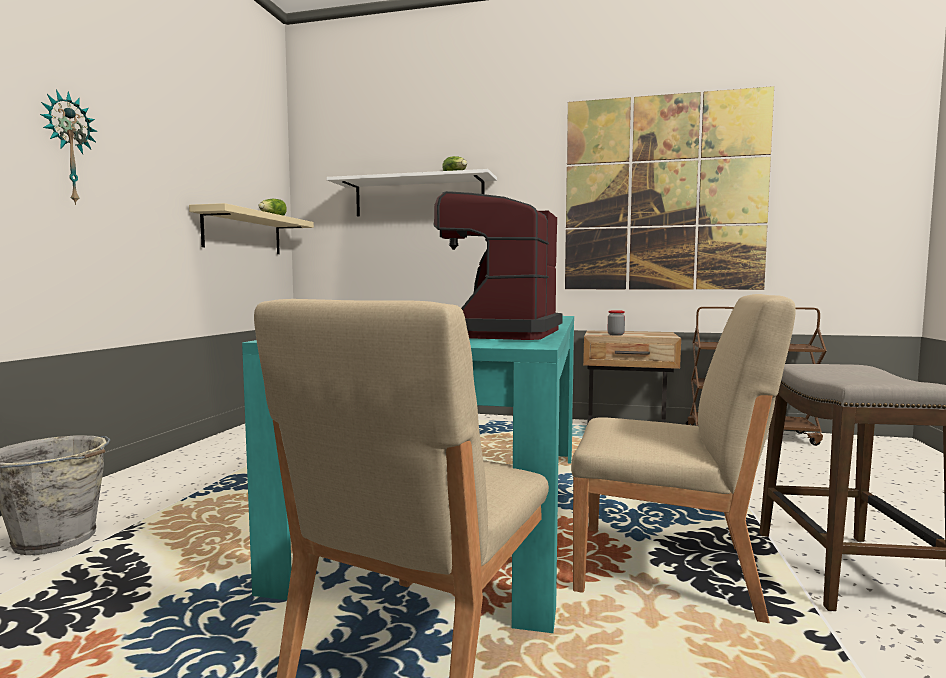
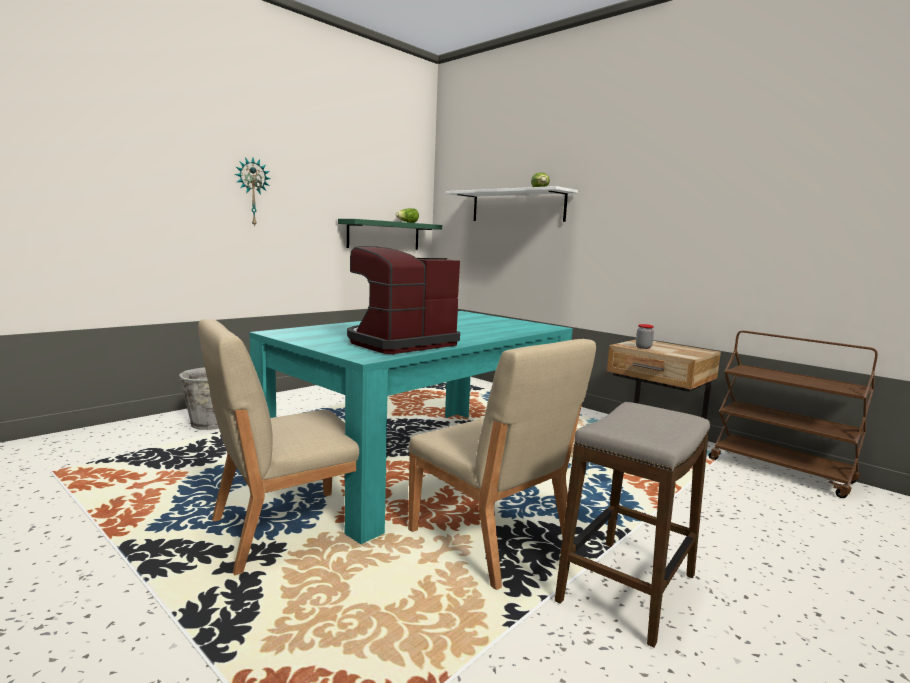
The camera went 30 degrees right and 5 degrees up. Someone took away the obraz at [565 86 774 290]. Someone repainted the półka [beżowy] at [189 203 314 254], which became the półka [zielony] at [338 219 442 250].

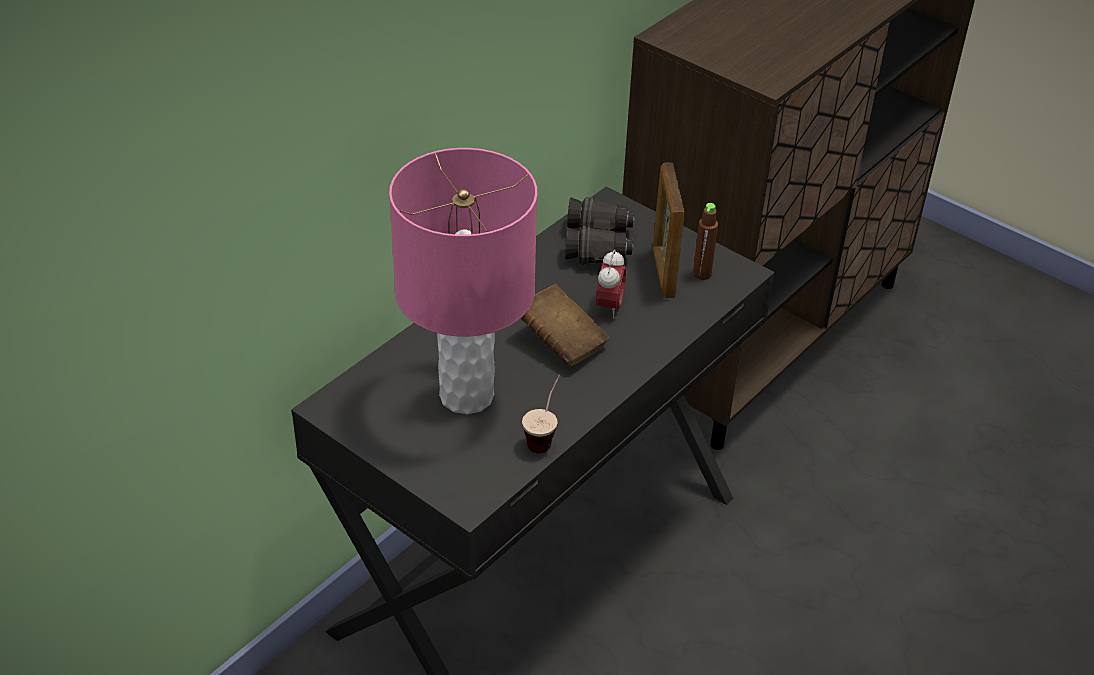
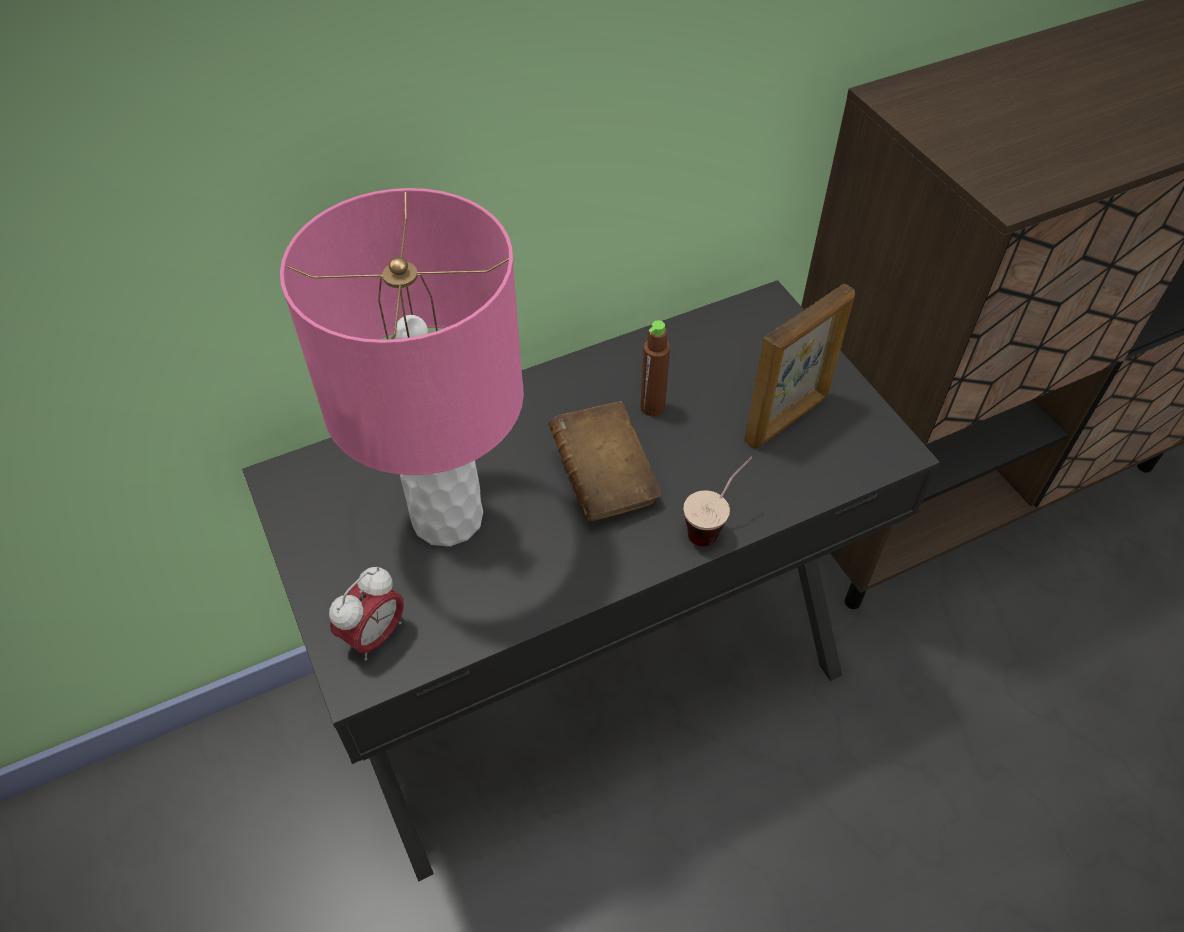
The camera went 25 degrees right and 10 degrees up. Someone rotated the ramka na zdjęcie at [652 163 685 298] by 150 degrees counterclockwise. Someone took away the lornetka [czarny] at [565 197 635 265]. Someone carried the butelka [brązowy] from [693 203 718 280] to [640 320 670 416]. Someone carried the budzik from [596 249 626 319] to [329 567 404 661]. Someone carried the filiżanka from [522 375 560 453] to [684 457 753 546].

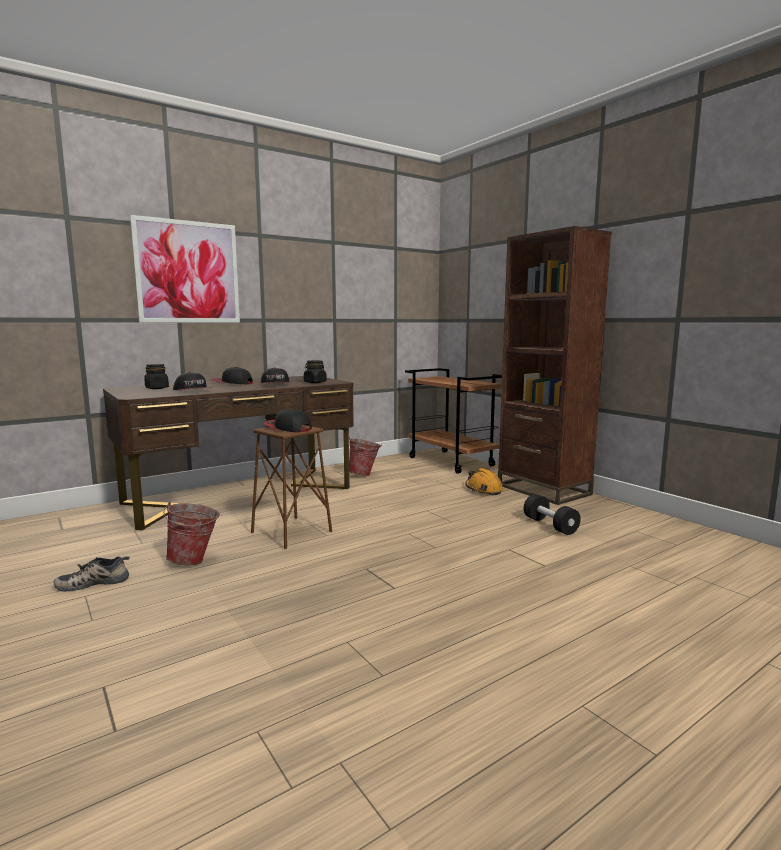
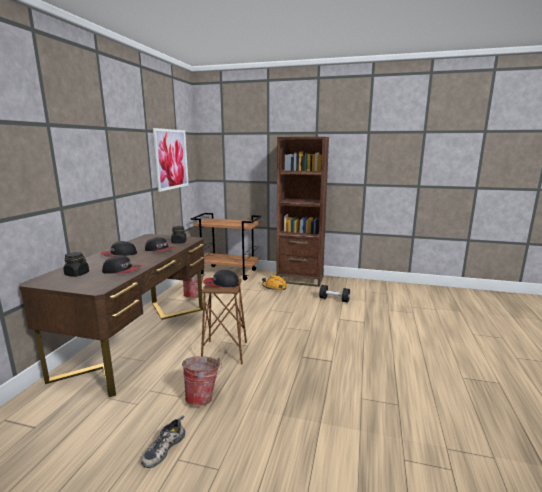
The camera went 40 degrees left and 5 degrees up. Someone carried the obraz from [130 215 240 323] to [153 128 189 192].

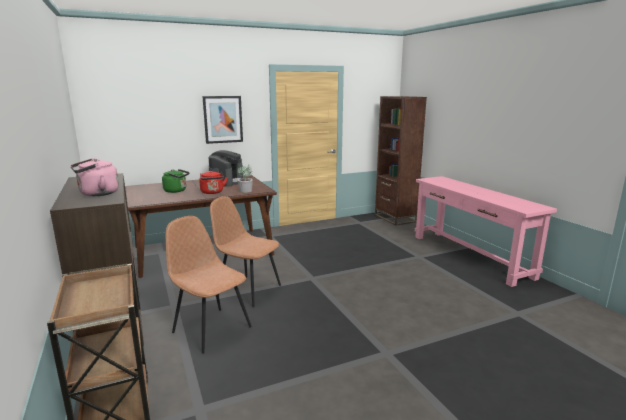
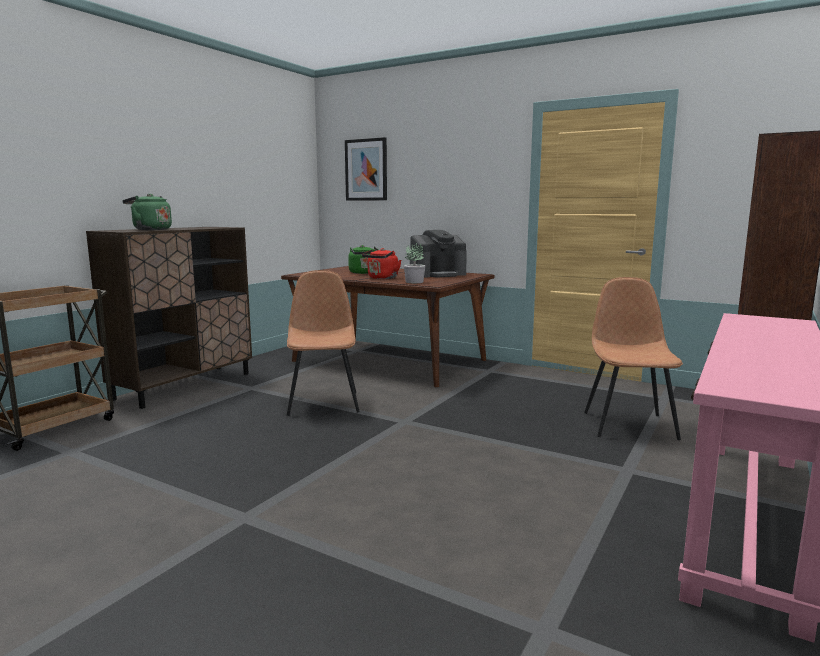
The camera went 55 degrees right and 5 degrees down. Someone carried the obraz from [202 96 243 144] to [345 137 387 201]. Someone repainted the czajnik [różowy] at [70 158 119 196], which became the czajnik [zielony] at [122 194 172 230]. Someone carried the krzesło [brązowy] from [166 216 252 354] to [584 277 683 440].

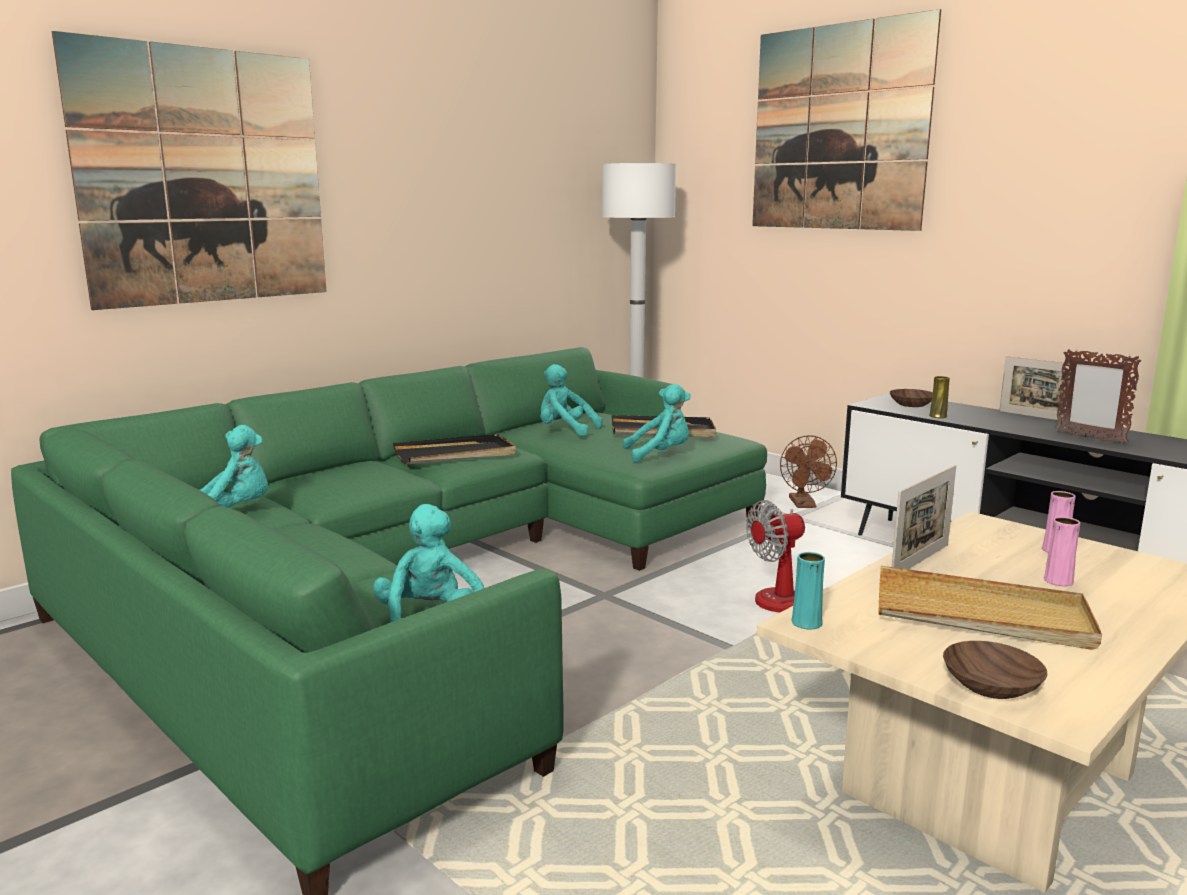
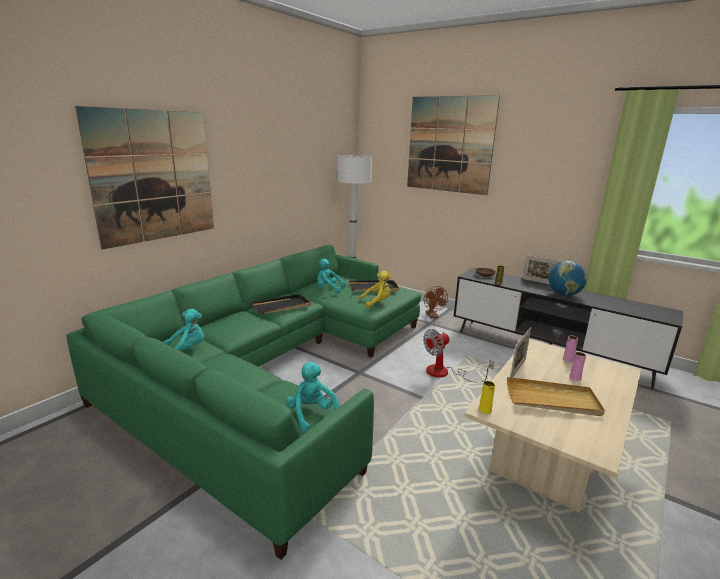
The camera went 10 degrees left and 5 degrees up. Someone swapped the ramka na zdjęcie at [1055 349 1141 444] for the globus at [548 261 587 296]. Someone repainted the pluszak [turkusowy] at [623 384 691 463], which became the pluszak [żółty] at [359 271 392 308]. Someone repainted the wazon [turkusowy] at [791 552 825 629], which became the wazon [żółty] at [479 381 495 414]. Someone took away the miska [brązowy] at [943 641 1048 699].

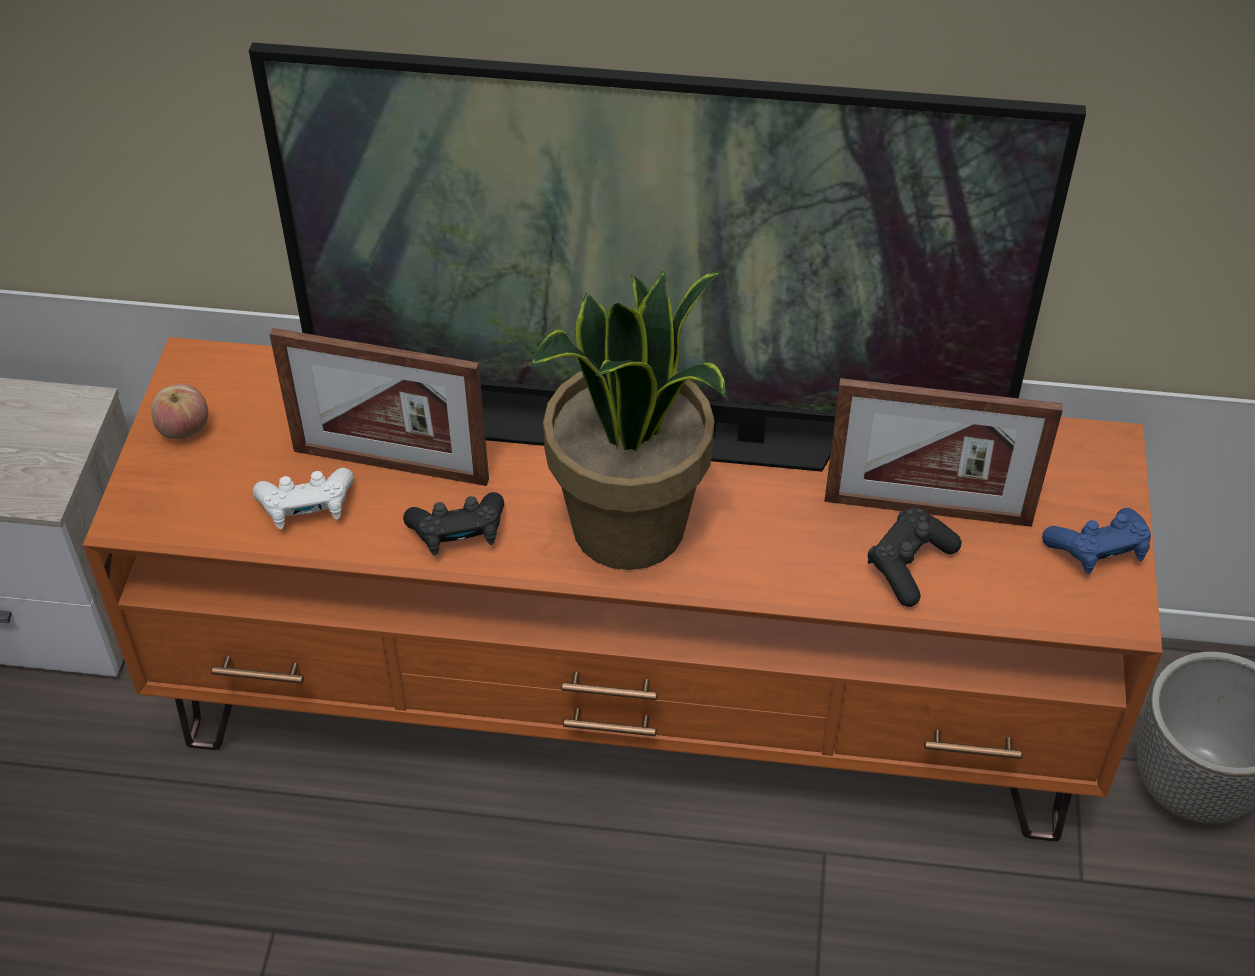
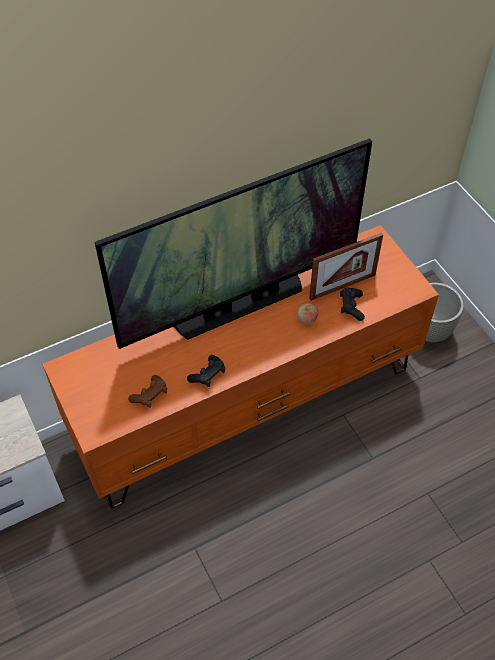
The camera went 35 degrees left and 5 degrees up. Someone took away the roślina doniczkowa at [529 269 726 570]. Someone took away the ramka na zdjęcie at [269 328 489 486]. Someone carried the jabłko from [151 384 208 439] to [297 303 319 325]. Someone repainted the pad do gier [biały] at [253 468 354 529], which became the pad do gier [brązowy] at [128 375 167 408]. Someone took away the pad do gier [niebieski] at [1042 508 1151 574].

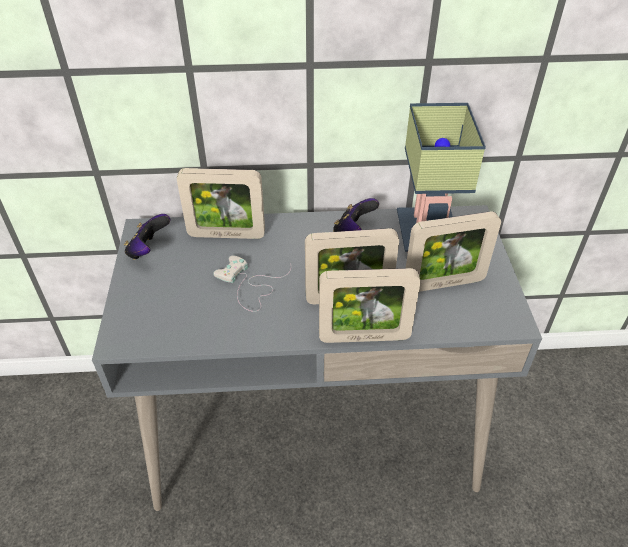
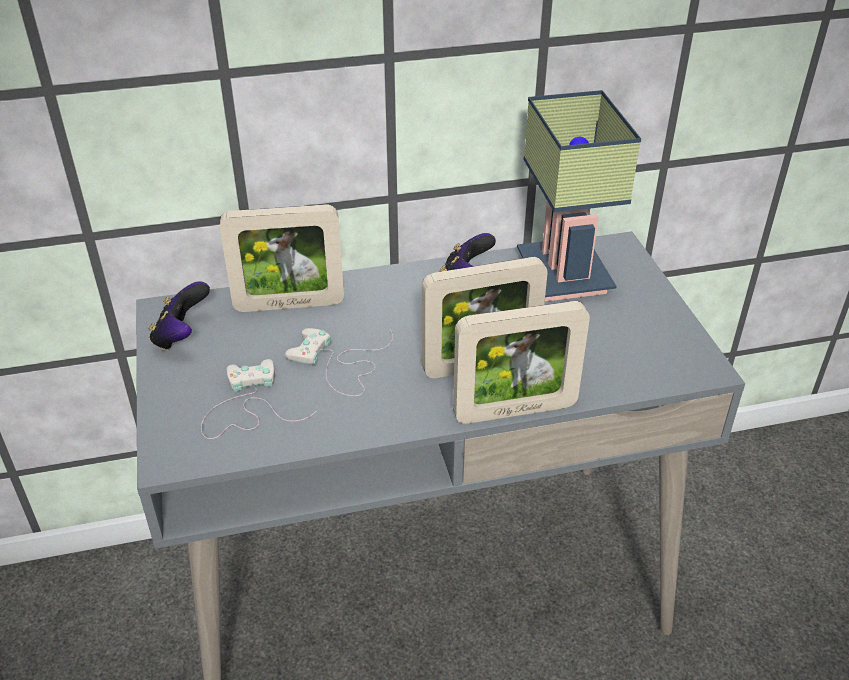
The camera went 10 degrees left and 5 degrees down. Someone took away the ramka na zdjęcie at [406 211 501 292]. Someone put down the pad do gier [biały] at [201 359 317 439].

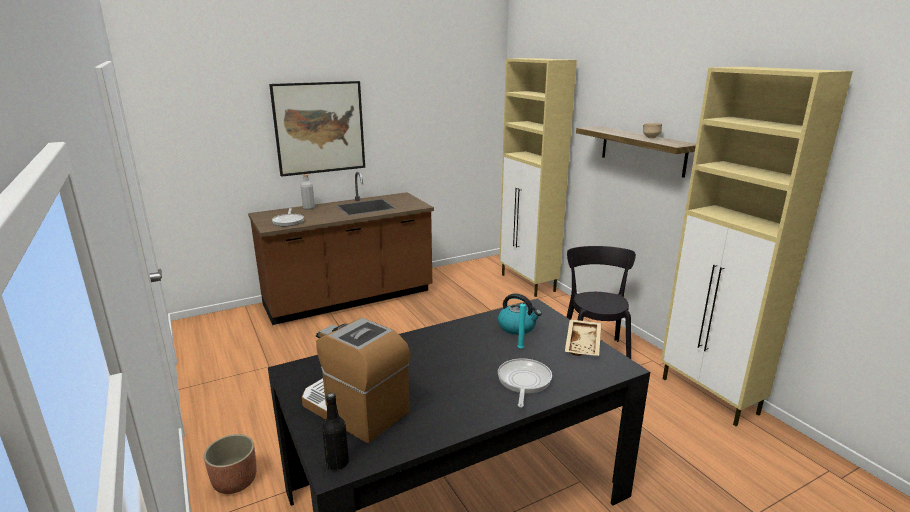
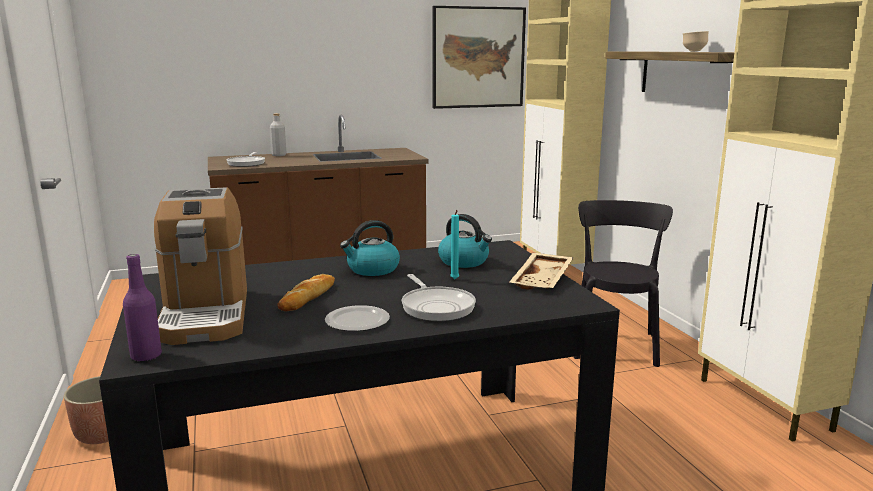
The camera went 10 degrees right and 5 degrees down. Someone carried the obraz from [269 81 365 177] to [432 6 526 109]. Someone rotated the ekspres do kawy at [302 318 410 443] by 150 degrees counterclockwise. Someone rotated the patelnia at [498 358 552 408] by 135 degrees clockwise. Someone repainted the butelka [czarny] at [322 393 349 470], which became the butelka [fioletowy] at [123 254 162 362]. Someone put down the czajnik at [340 220 400 276]. Someone put down the chleb at [277 274 335 311]. Someone put down the talerz at [325 305 390 331].

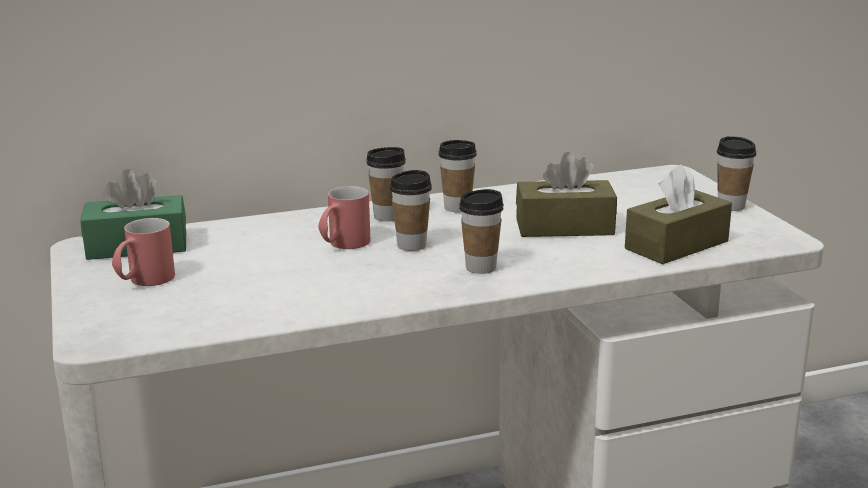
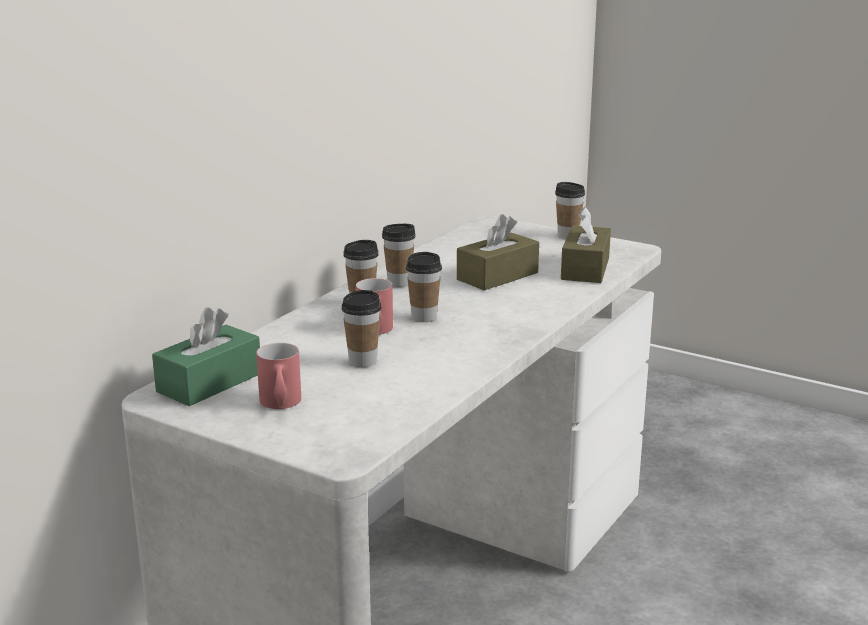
The camera went 40 degrees left and 0 degrees up. Someone carried the filiżanka from [459 189 504 274] to [341 290 381 367].

